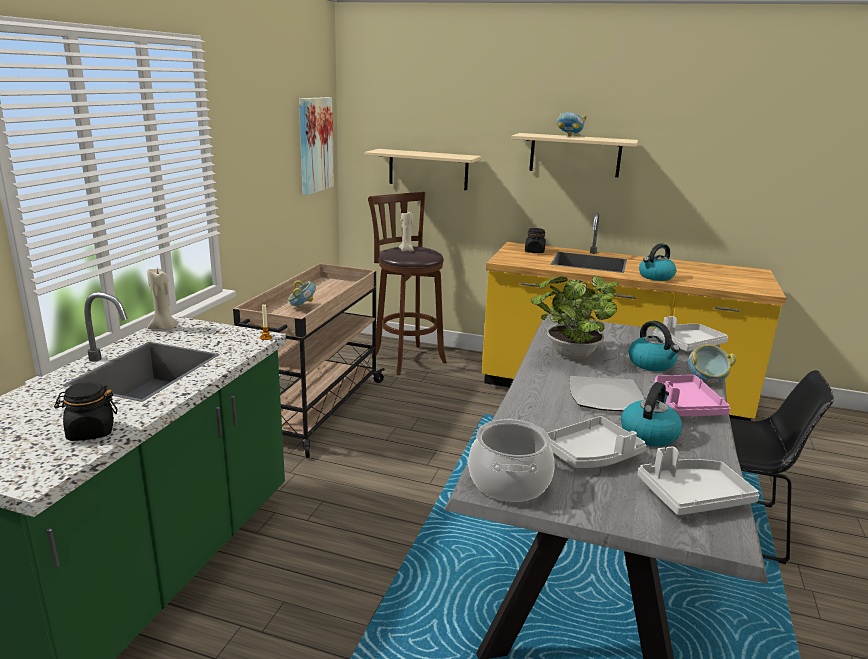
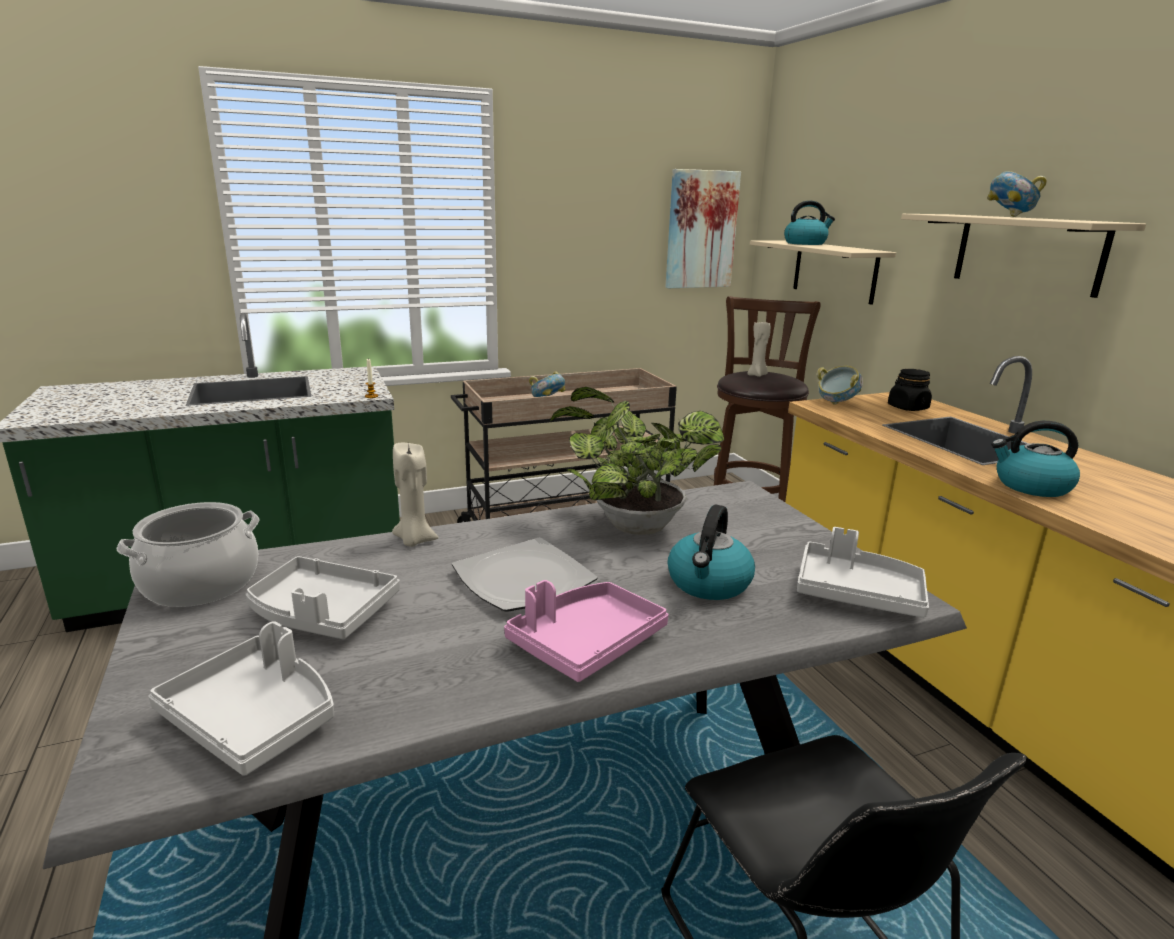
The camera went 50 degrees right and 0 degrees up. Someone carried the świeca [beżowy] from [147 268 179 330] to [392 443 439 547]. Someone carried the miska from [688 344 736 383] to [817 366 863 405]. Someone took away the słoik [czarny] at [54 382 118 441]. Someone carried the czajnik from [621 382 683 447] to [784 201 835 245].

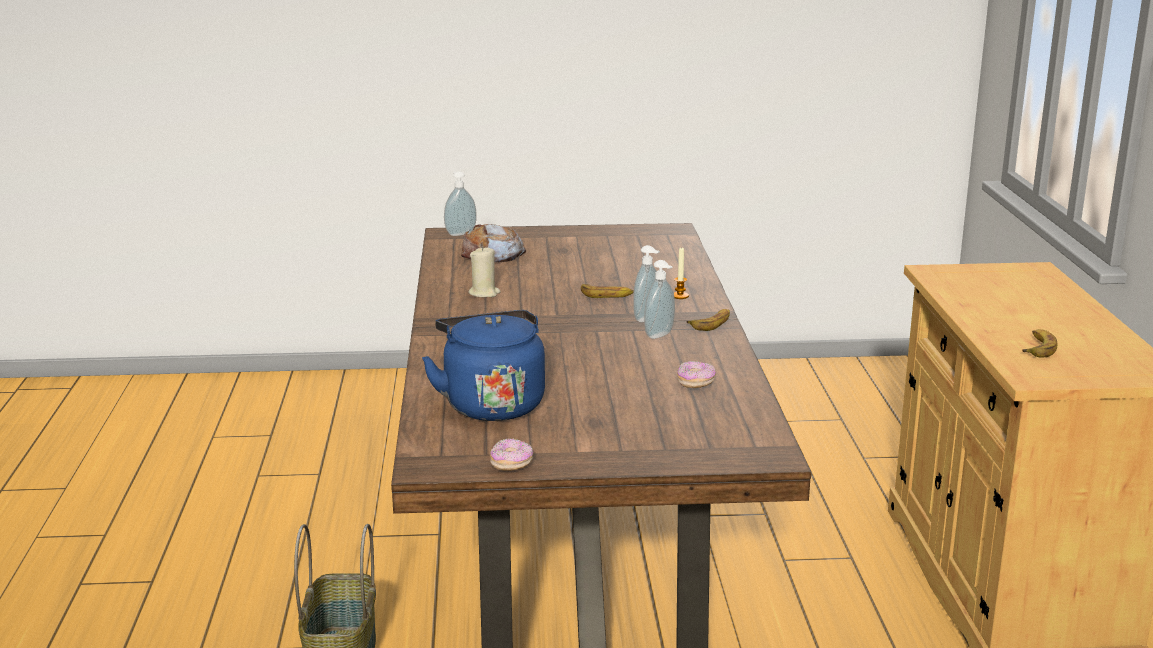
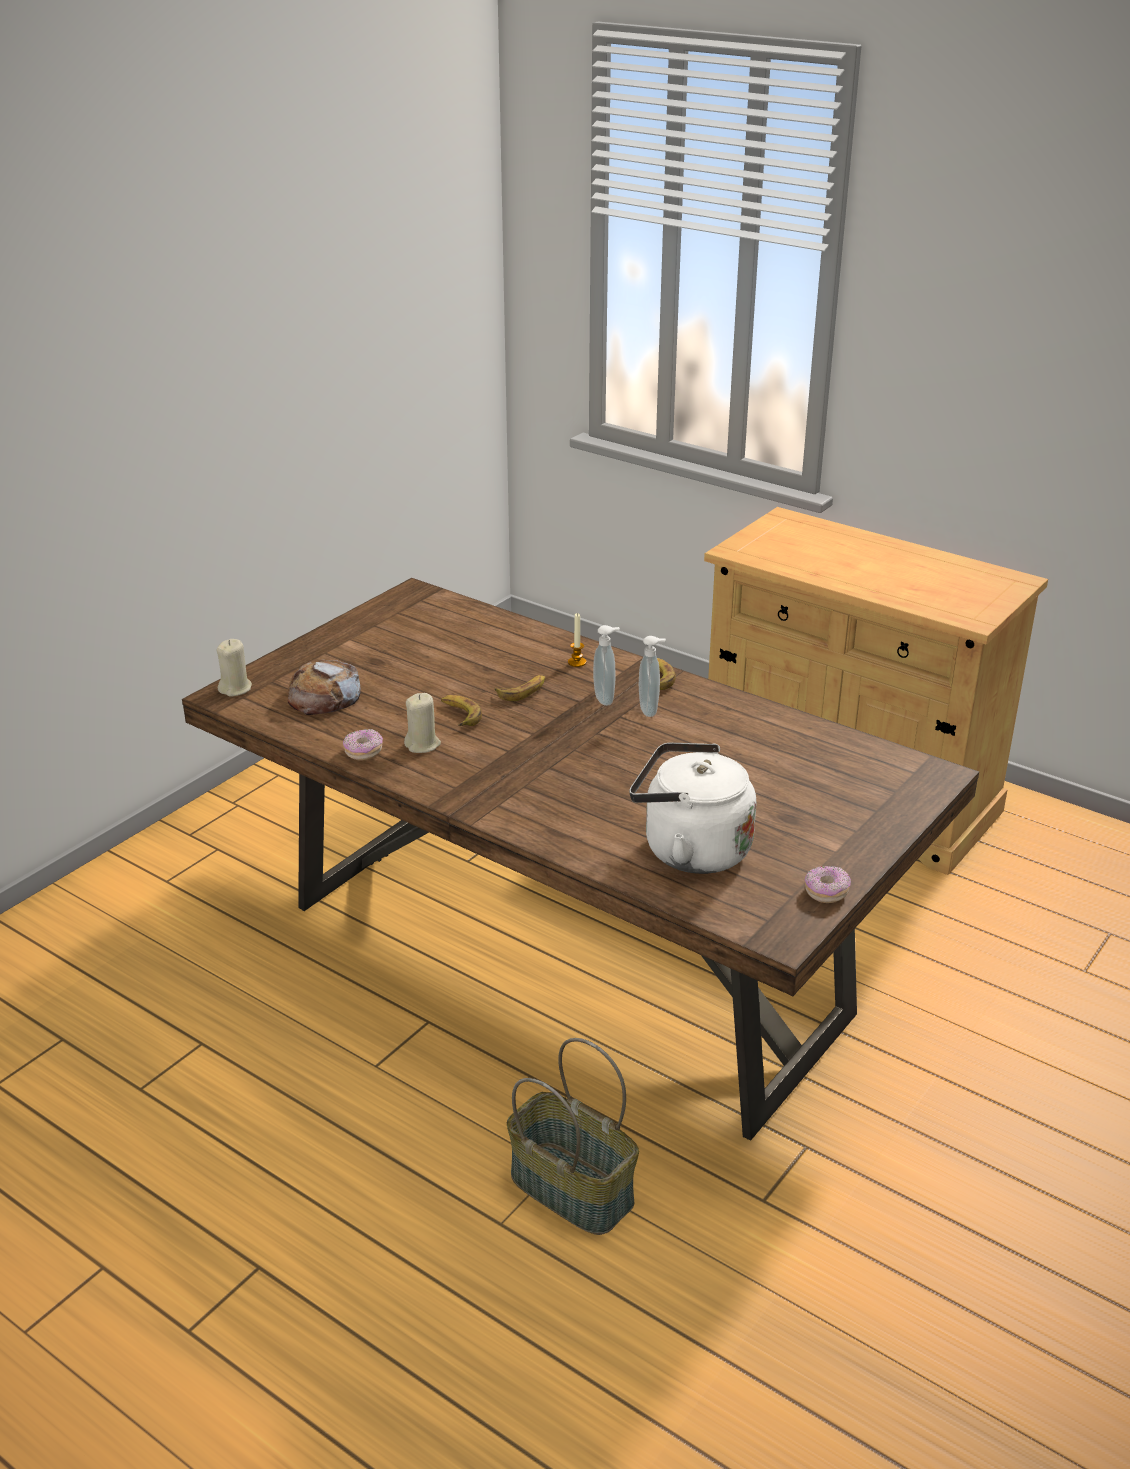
The camera went 50 degrees left and 10 degrees up. Someone swapped the dozownik mydła at [444 171 477 236] for the świeca [beżowy] at [217 639 252 696]. Someone repainted the czajnik [niebieski] at [422 310 545 421], which became the czajnik [biały] at [629 743 756 874]. Someone carried the banan from [1022 329 1057 358] to [441 695 482 726]. Someone carried the donut from [677 361 716 388] to [343 729 383 761].

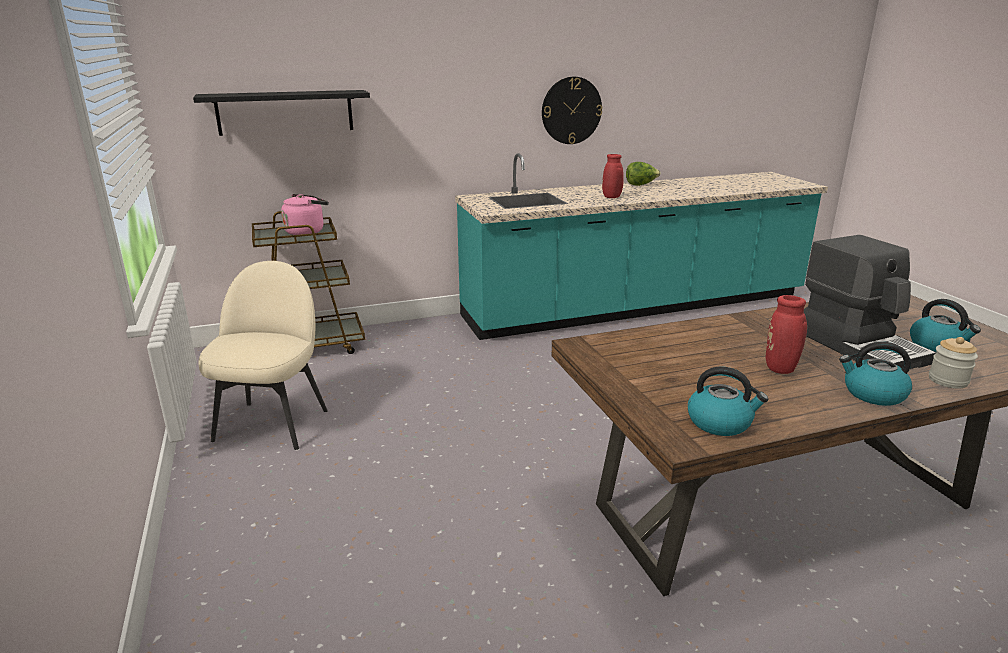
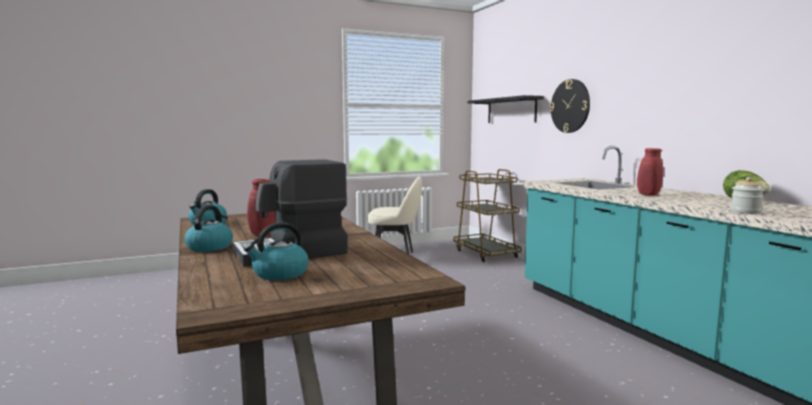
The camera went 85 degrees right and 15 degrees down. Someone carried the zegar ścienny from [542 77 602 144] to [550 79 590 133]. Someone took away the czajnik [różowy] at [281 194 329 235]. Someone carried the słoik from [929 337 978 389] to [730 177 764 214].

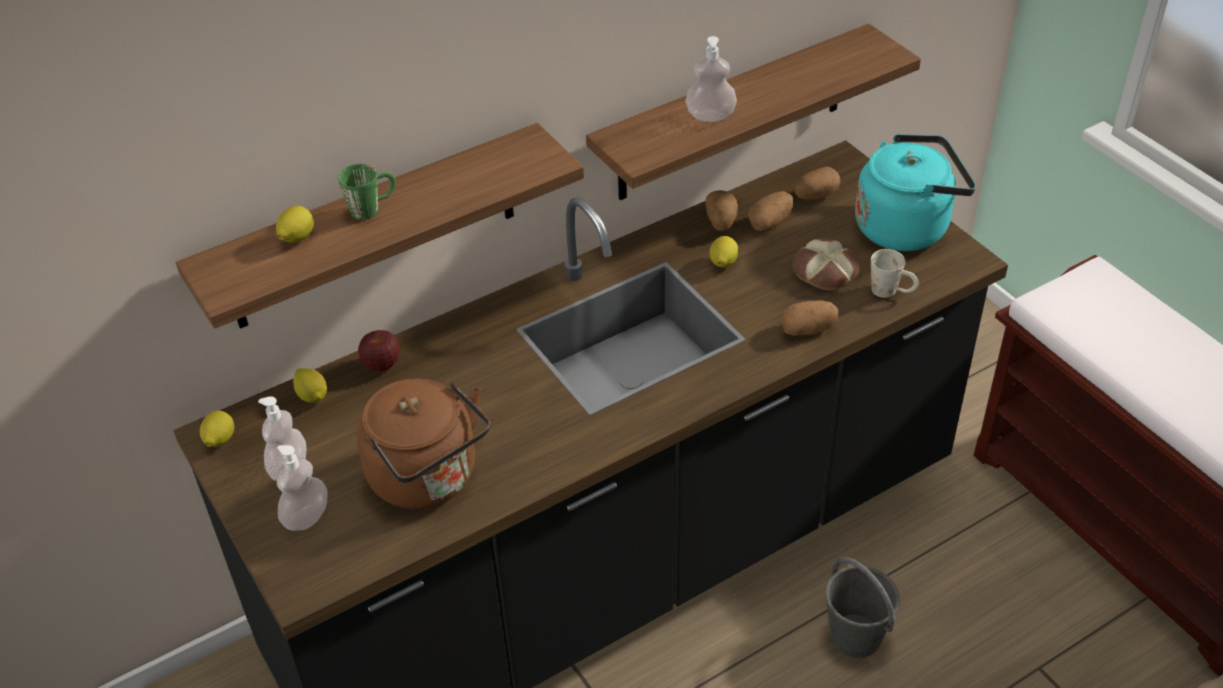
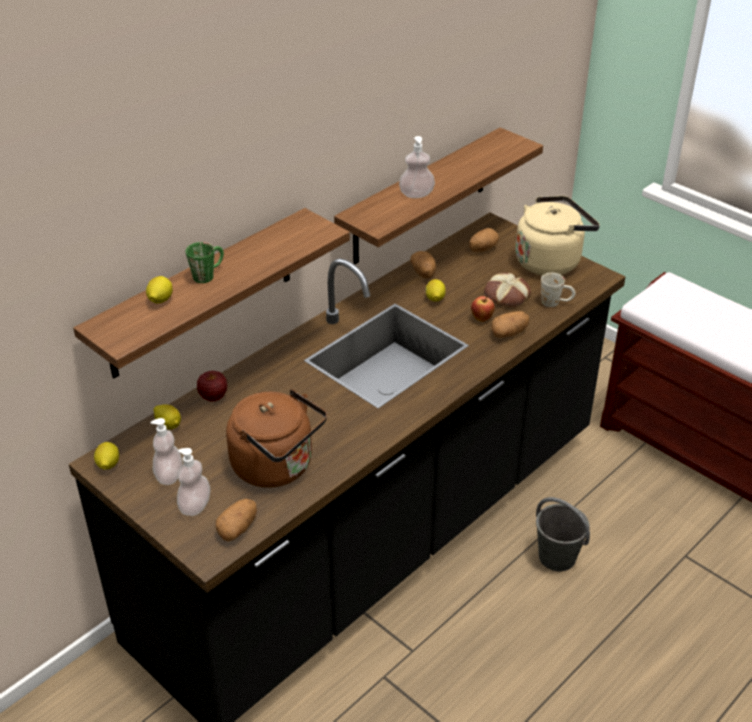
The camera went 15 degrees left and 5 degrees down. Someone repainted the czajnik [turkusowy] at [855 134 976 251], which became the czajnik [beżowy] at [515 196 600 276]. Someone carried the ziemniak from [748 191 793 231] to [216 499 257 541]. Someone put down the jabłko at [471 296 495 322].

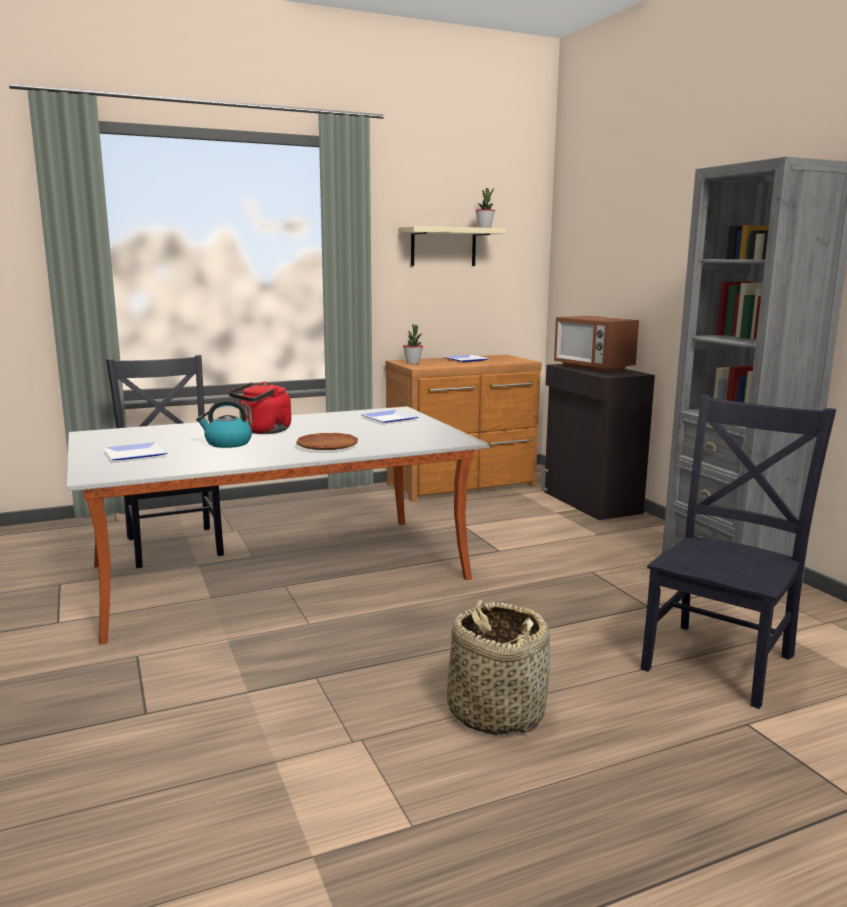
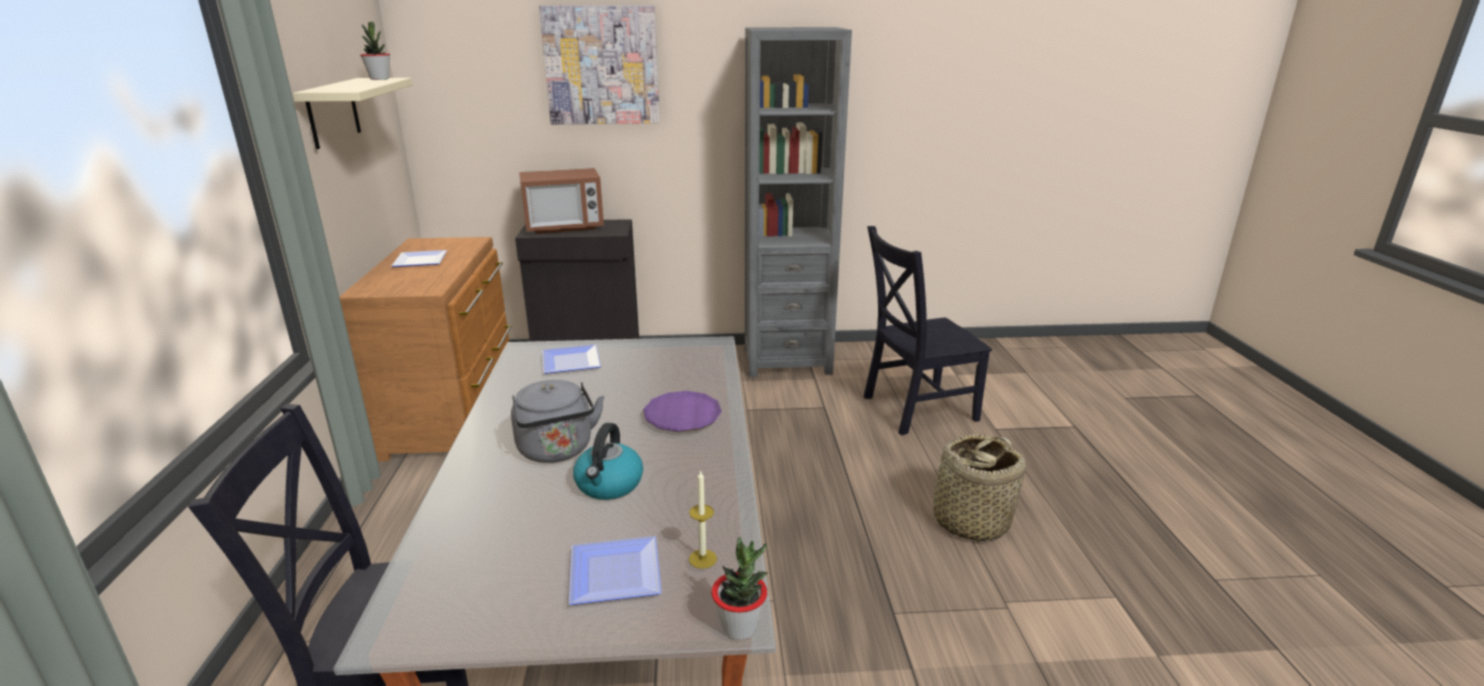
The camera went 70 degrees left and 10 degrees up. Someone carried the roślina doniczkowa from [403 324 423 364] to [711 537 768 640]. Someone repainted the czajnik [czerwony] at [228 382 291 434], which became the czajnik [szary] at [511 380 604 463]. Someone rotated the krzesło [czarny] at [641 394 836 709] by 75 degrees counterclockwise. Someone repainted the talerz [brązowy] at [296 433 358 450], which became the talerz [fioletowy] at [643 391 722 432]. Someone put up the obraz at [539 5 660 124]. Someone put down the świeca at [689 470 717 569].

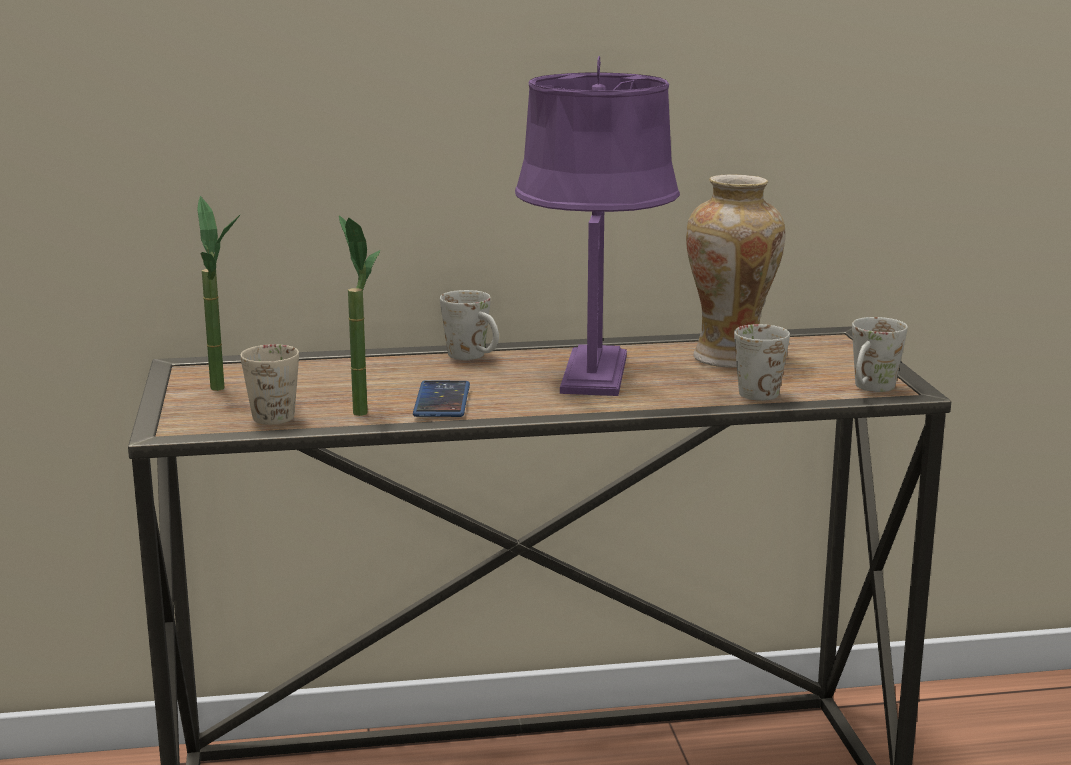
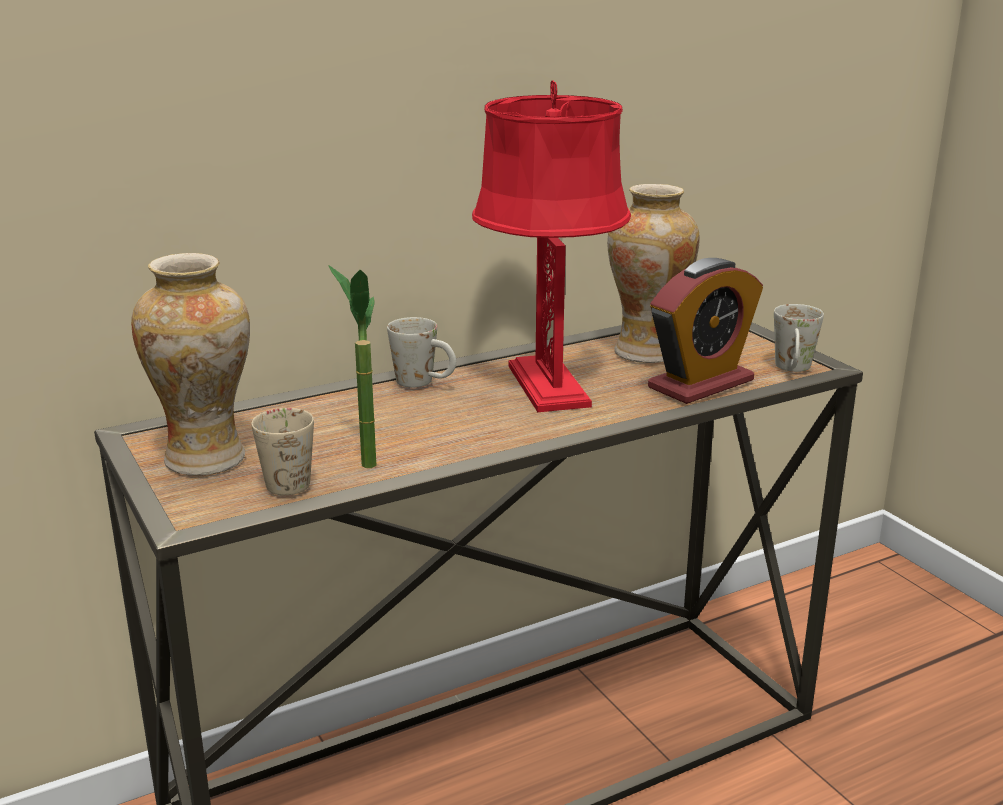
The camera went 20 degrees left and 5 degrees up. Someone repainted the lampa stołowa [fioletowy] at [515 56 680 396], which became the lampa stołowa [czerwony] at [472 80 631 412]. Someone swapped the roślina doniczkowa at [197 196 241 391] for the wazon at [131 253 250 476]. Someone swapped the kubek [biały] at [734 324 790 401] for the budzik at [648 258 763 404]. Someone took away the telefon at [413 380 470 417].

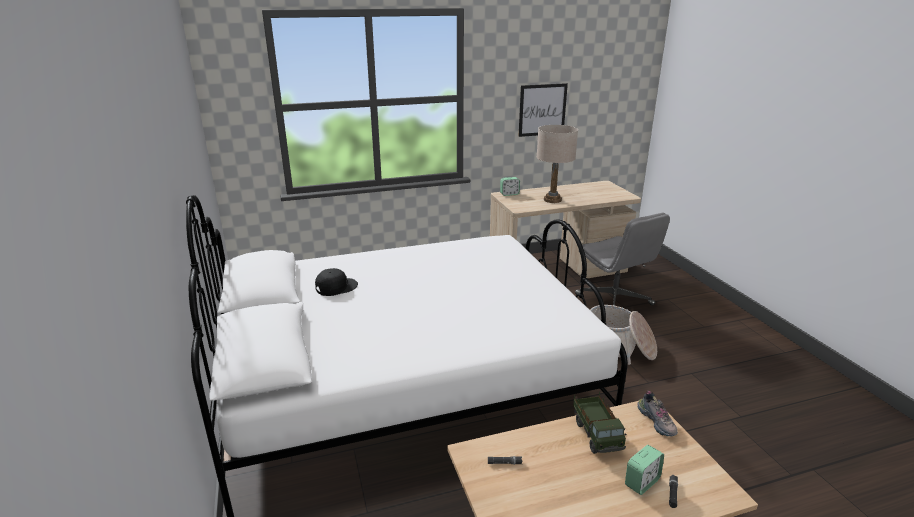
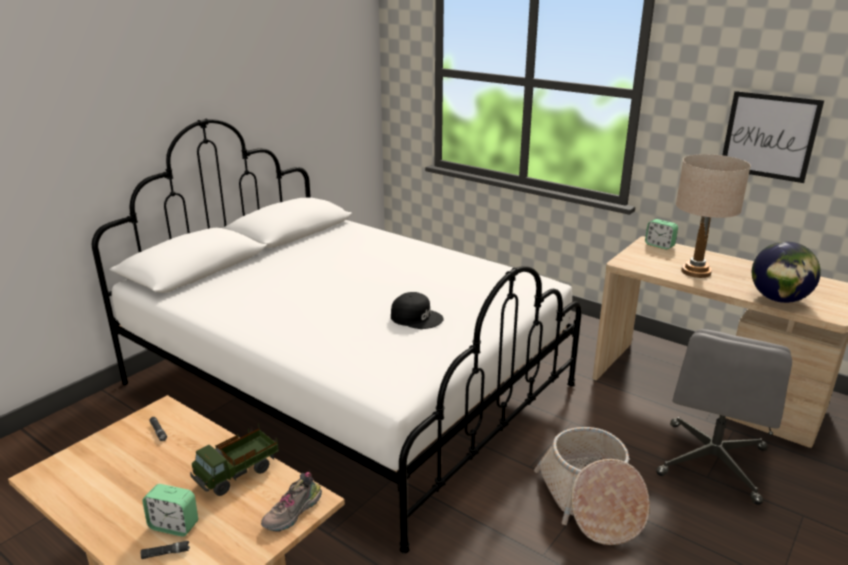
The camera went 55 degrees right and 0 degrees up. Someone carried the czapka z daszkiem [czarny] from [315 268 358 296] to [391 292 444 329]. Someone put down the globus at [752 242 821 303].

